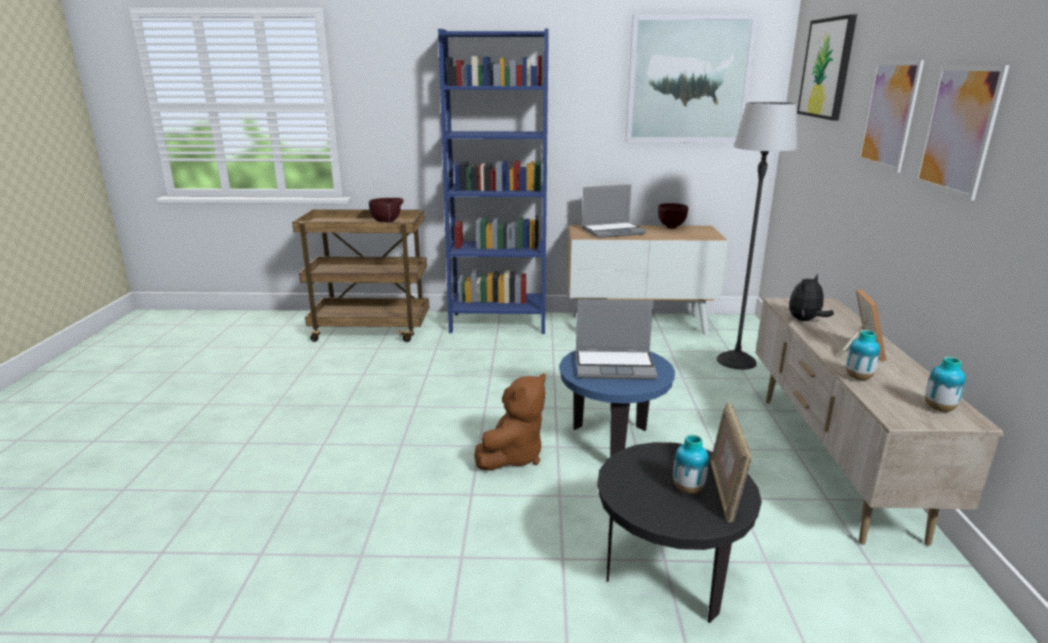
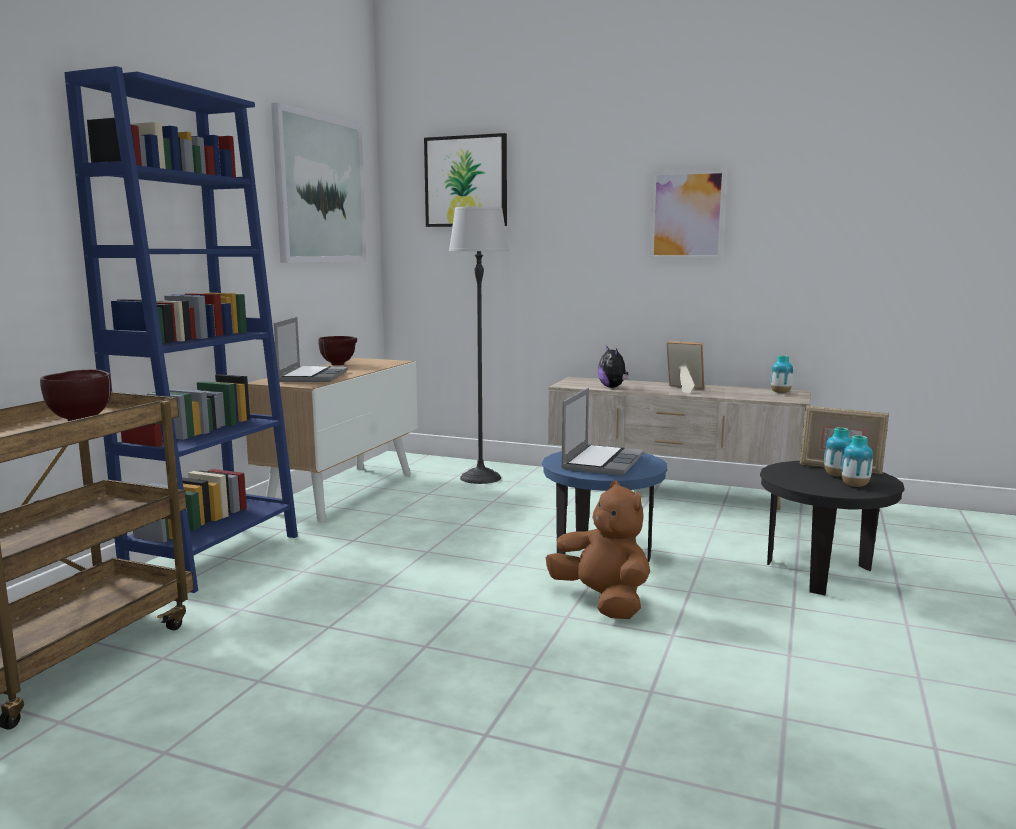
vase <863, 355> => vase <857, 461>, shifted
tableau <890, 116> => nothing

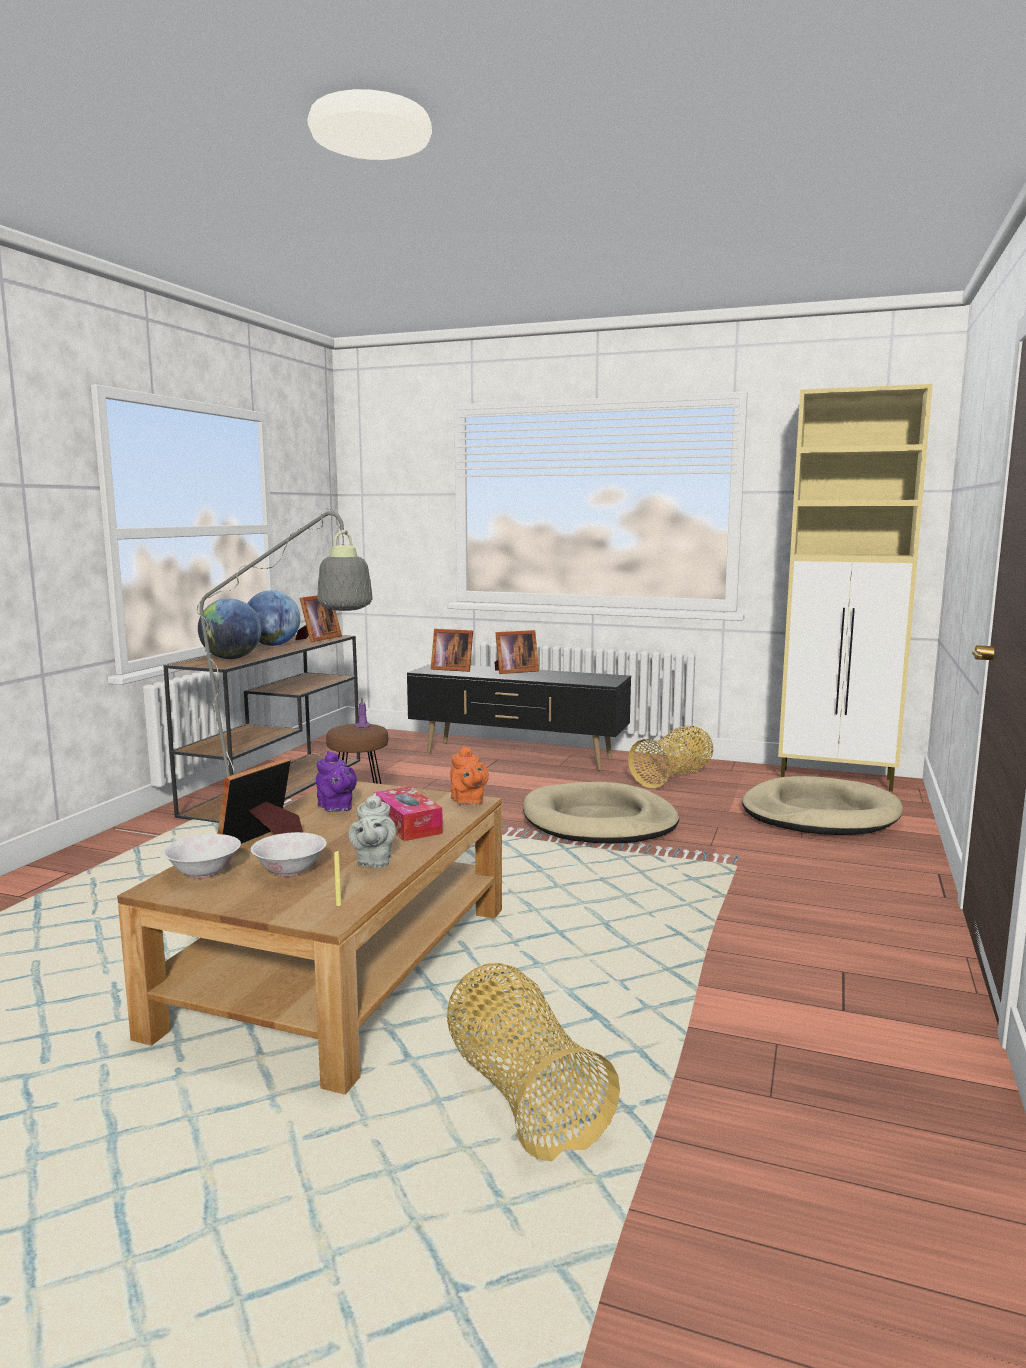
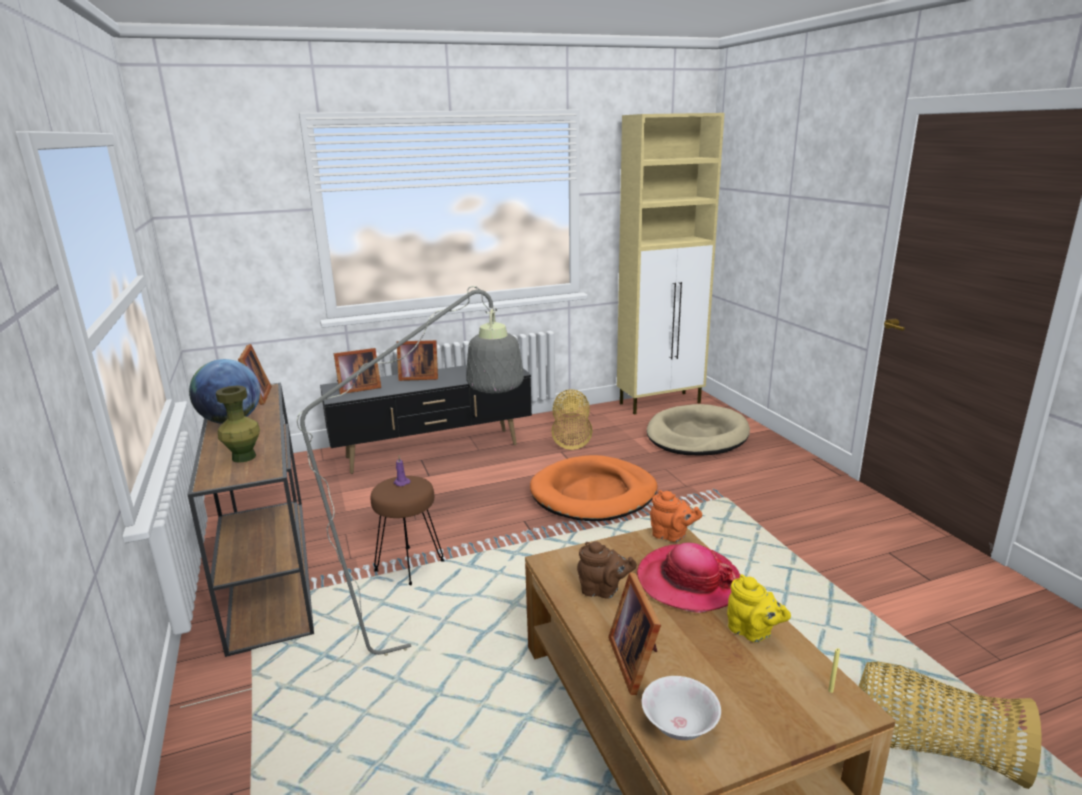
globe <229, 628> => vase/vert <238, 424>
bol/blanc <289, 854> => nothing
théière/violet <336, 781> => théière/marron <607, 569>
théière/gris <372, 830> => théière/jaune <759, 608>
boîte à mouchoirs <408, 814> => chapeau <688, 578>
cadre photo <516, 652> => cadre photo <417, 360>, 60 degrees clockwise
panier pour chien/beige <601, 813> => panier pour chien/orange <594, 488>

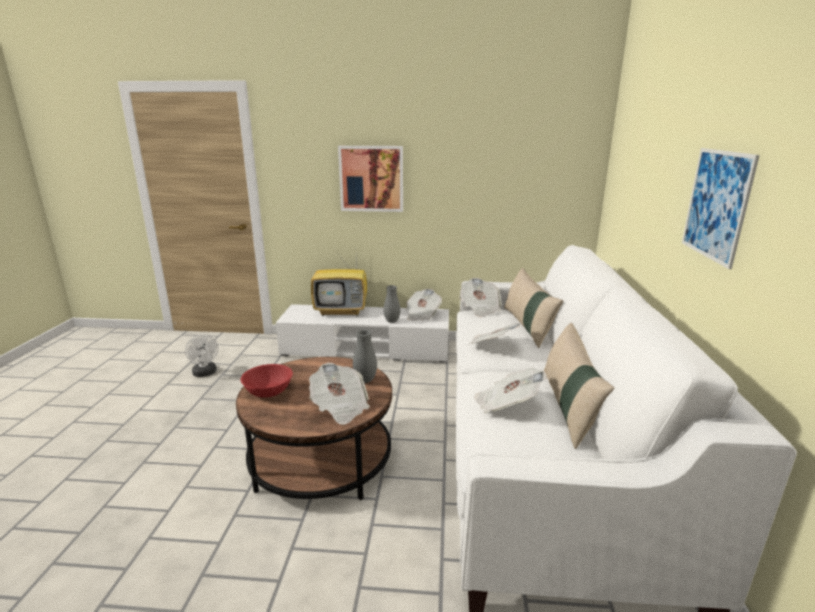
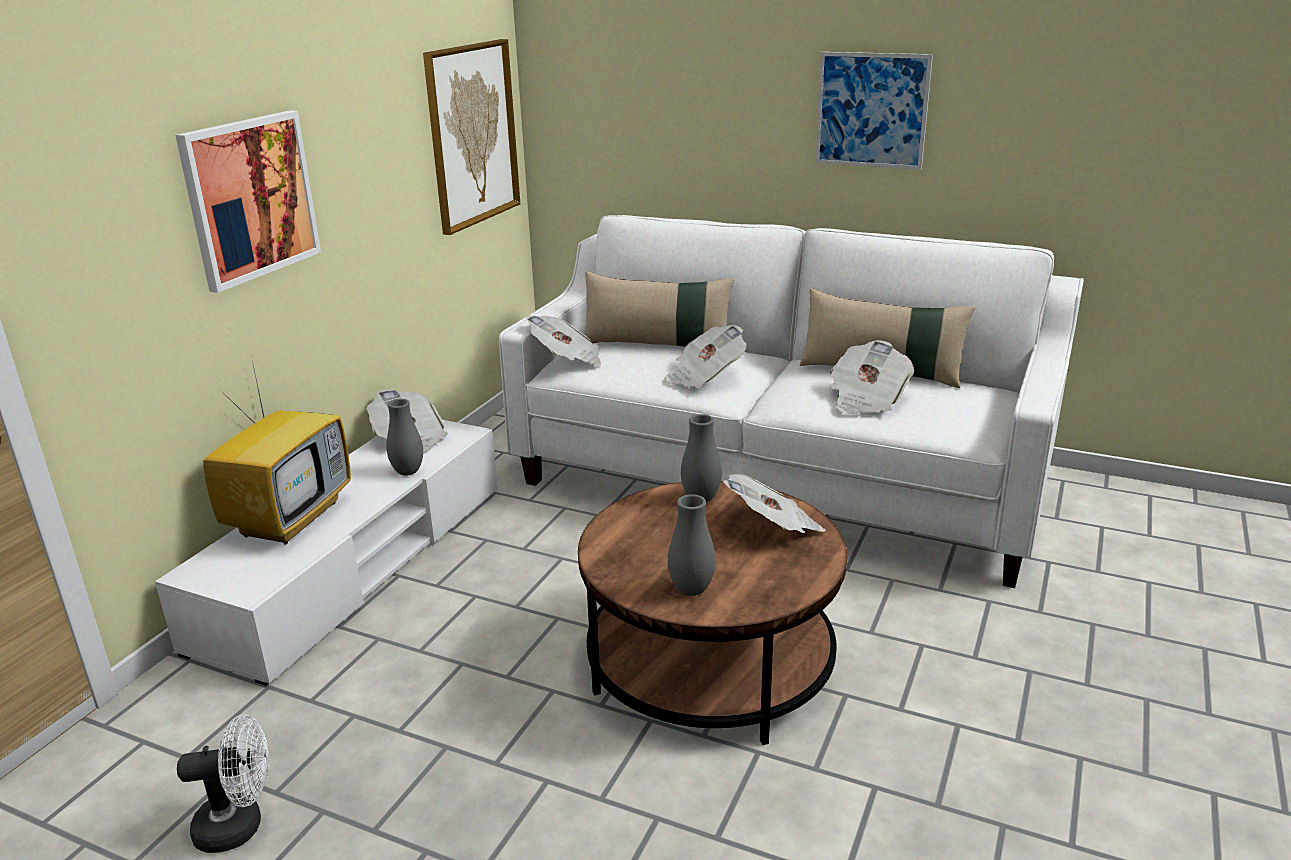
bol/rouge <266, 381> => vase/gris <692, 545>
nothing => tableau <471, 137>

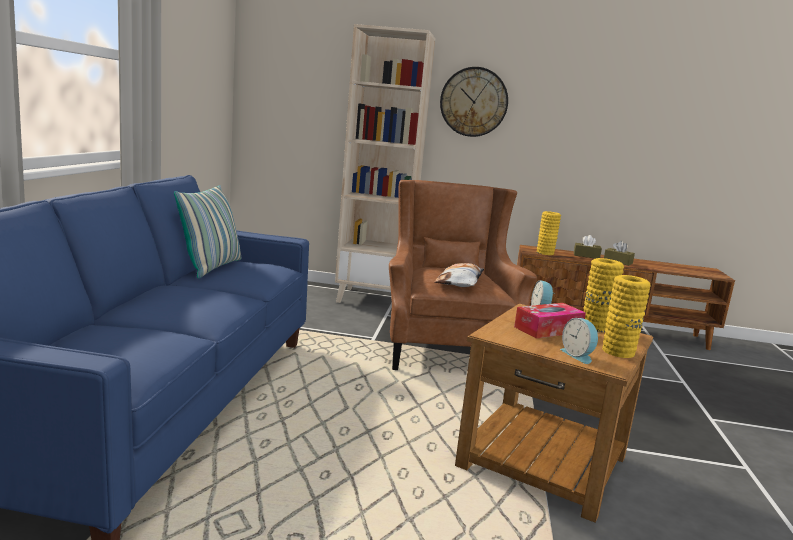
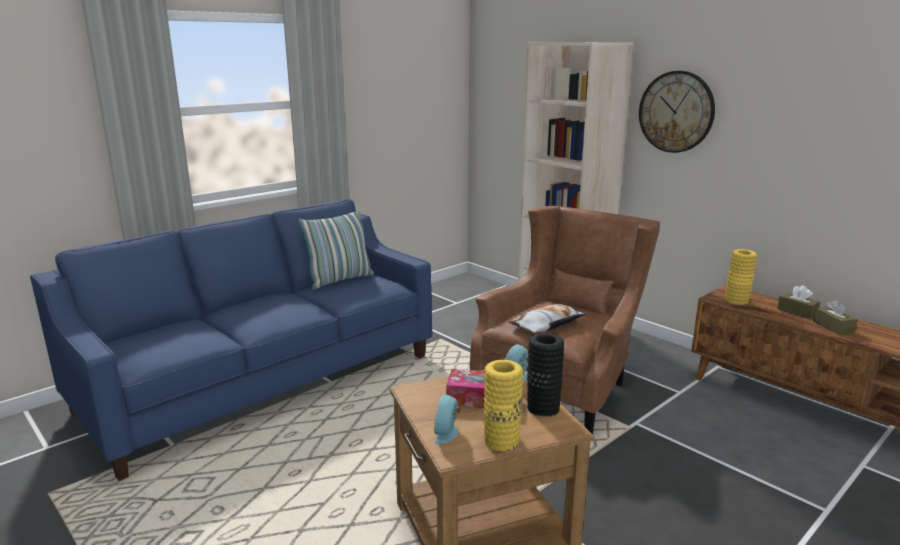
vase/jaune <604, 295> => vase/noir <545, 375>

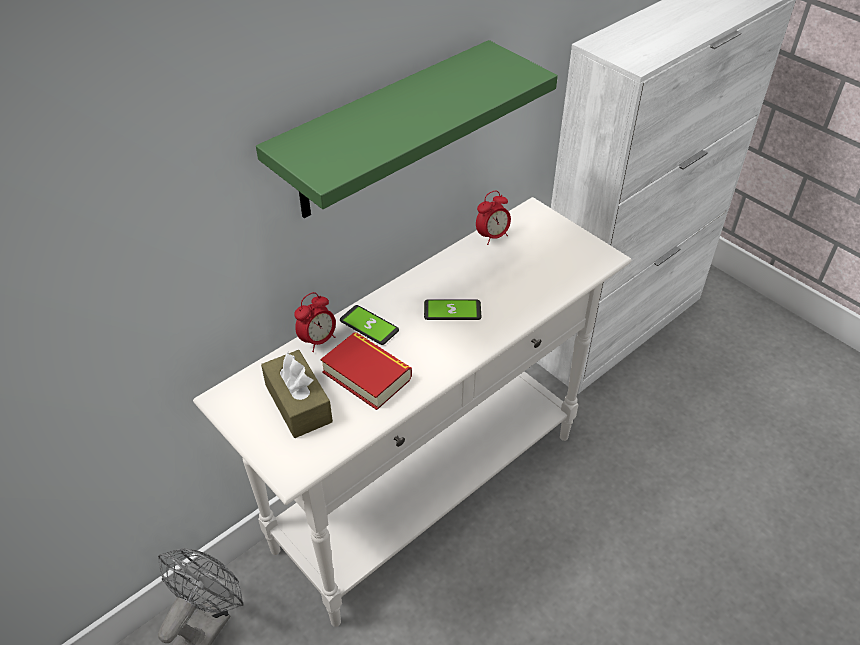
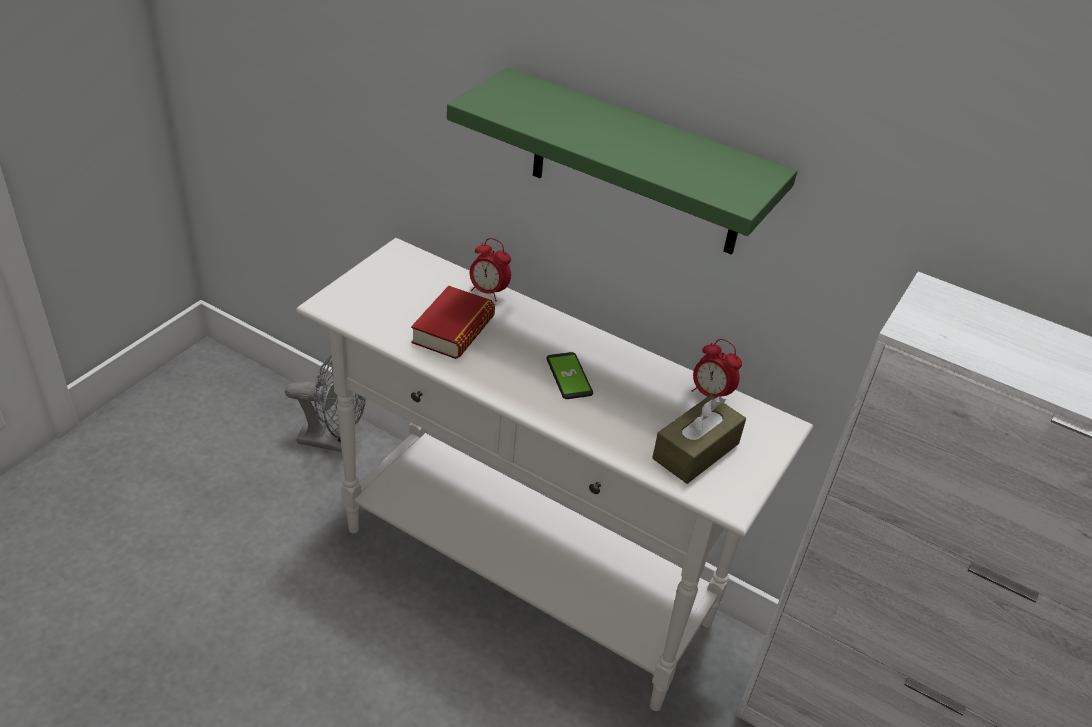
boîte à mouchoirs/marron <297, 394> => boîte à mouchoirs/marron <699, 439>, shifted
téléphone <369, 325> => nothing

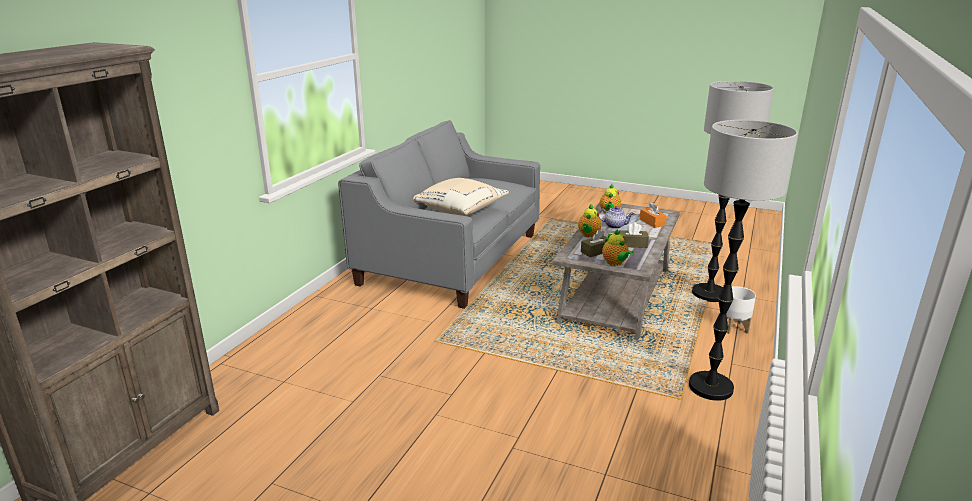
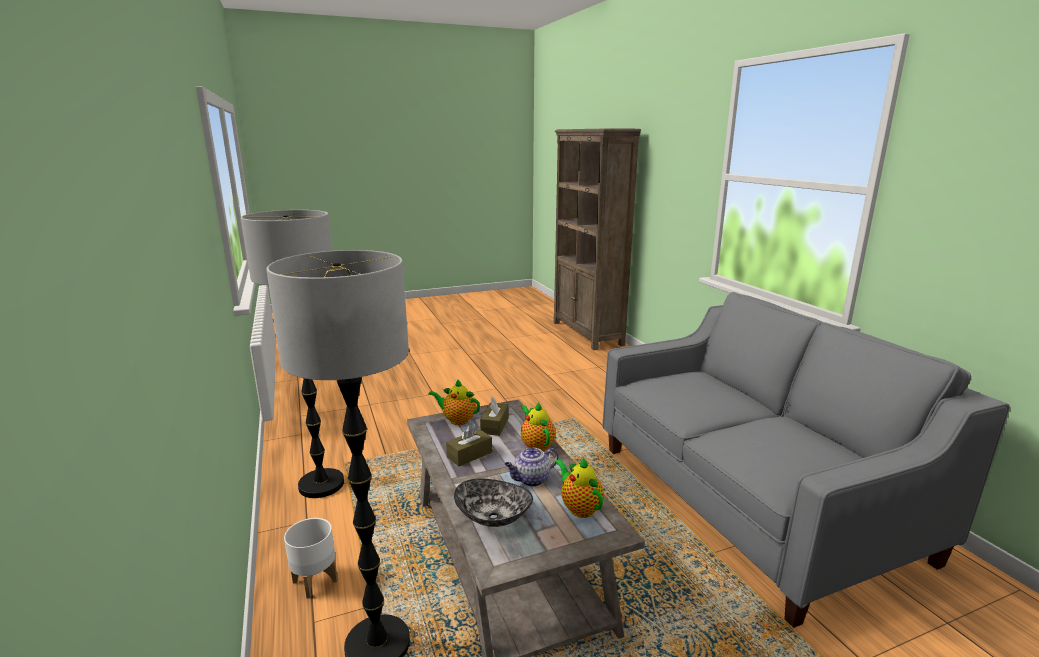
coussin/beige <461, 197> => nothing
boîte à mouchoirs/orange <653, 215> => bol <493, 503>

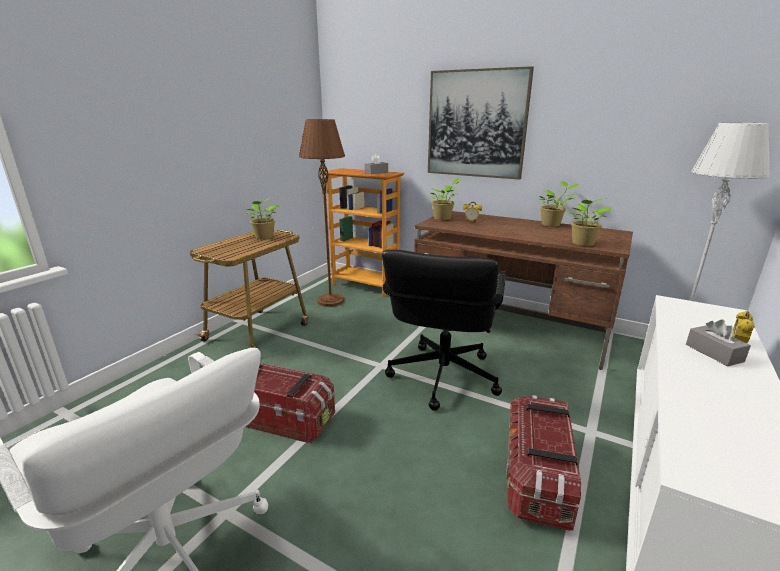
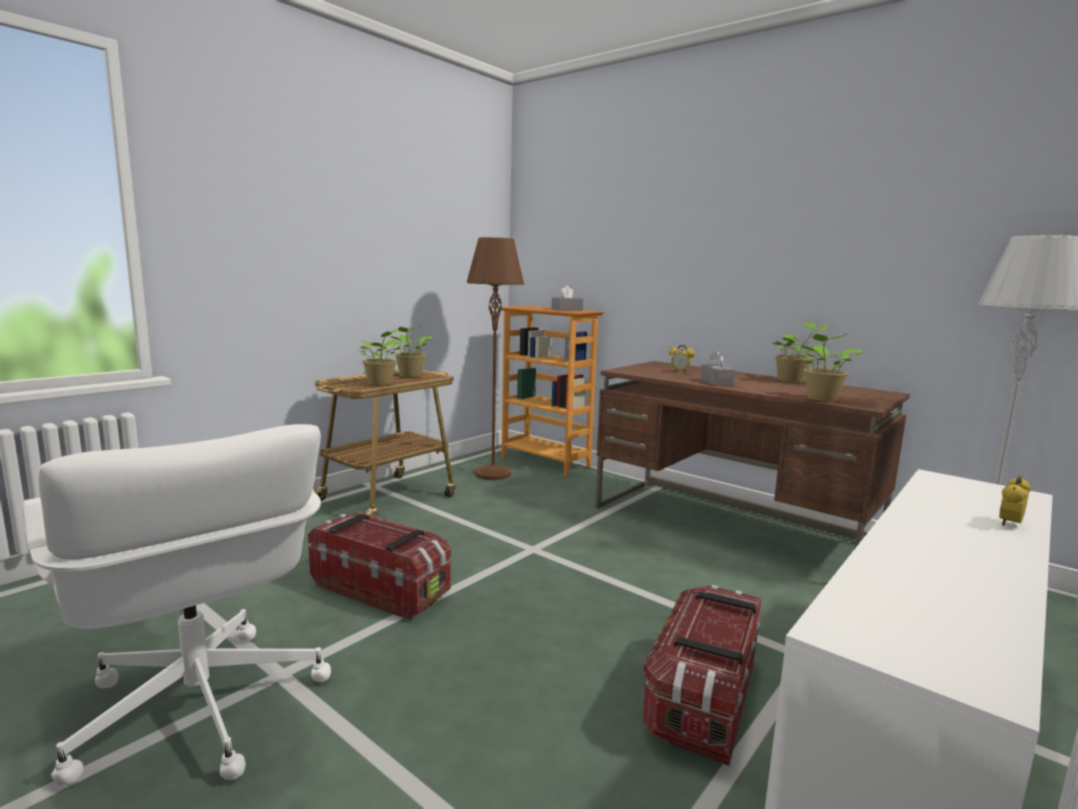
chaise de bureau/noir <444, 330> => nothing
tableau <481, 123> => nothing
plante en pot <445, 199> => plante en pot <379, 357>, shifted
boîte à mouchoirs/gris <718, 342> => boîte à mouchoirs/gris <717, 368>, shifted

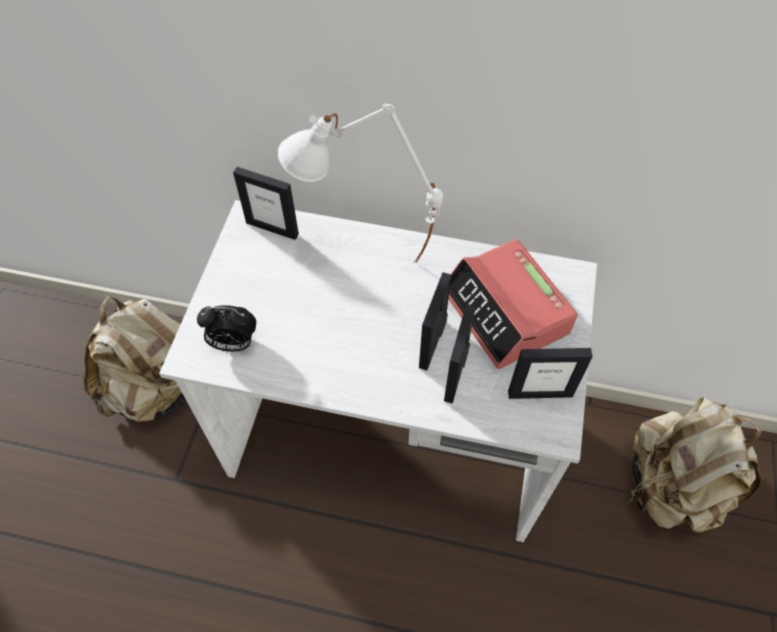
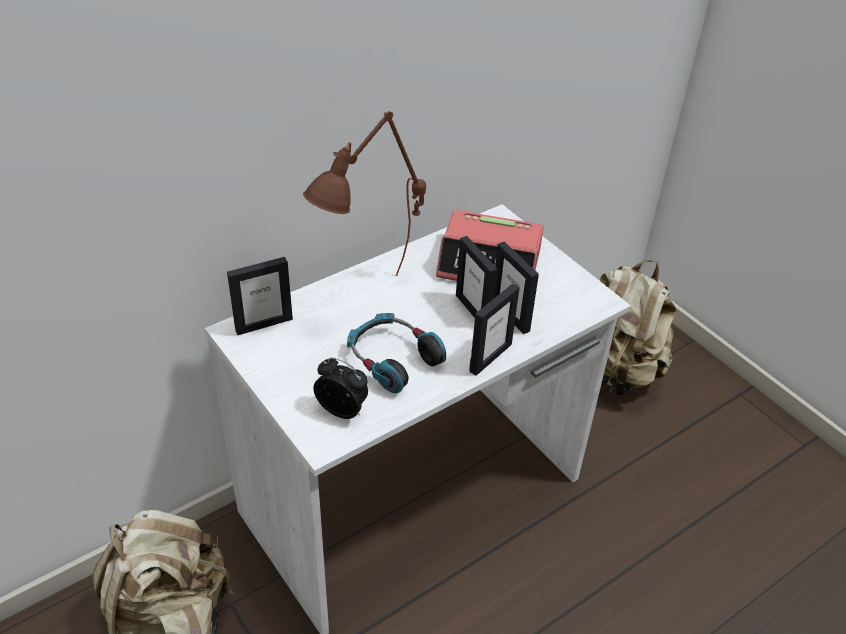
réveil <226, 328> => réveil <340, 388>, 105 degrees counterclockwise
lampe de table/blanc <360, 183> => lampe de table/marron <364, 193>
cadre photo <550, 373> => cadre photo <494, 329>, shifted
nothing => casque audio <396, 353>

